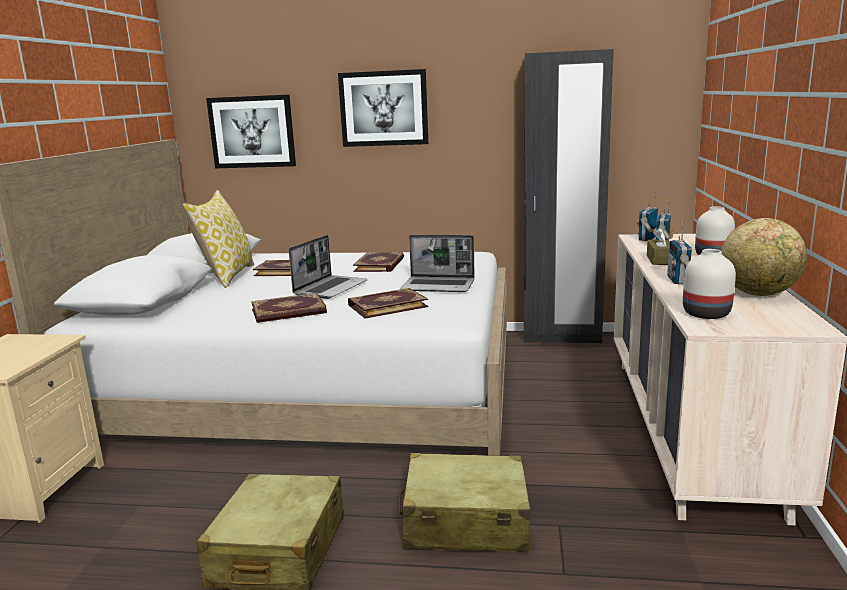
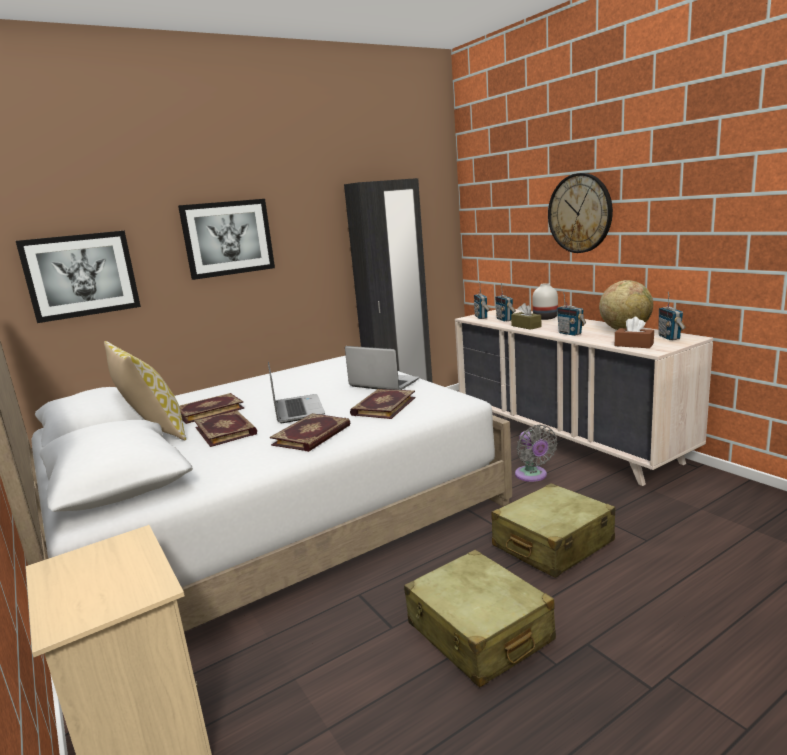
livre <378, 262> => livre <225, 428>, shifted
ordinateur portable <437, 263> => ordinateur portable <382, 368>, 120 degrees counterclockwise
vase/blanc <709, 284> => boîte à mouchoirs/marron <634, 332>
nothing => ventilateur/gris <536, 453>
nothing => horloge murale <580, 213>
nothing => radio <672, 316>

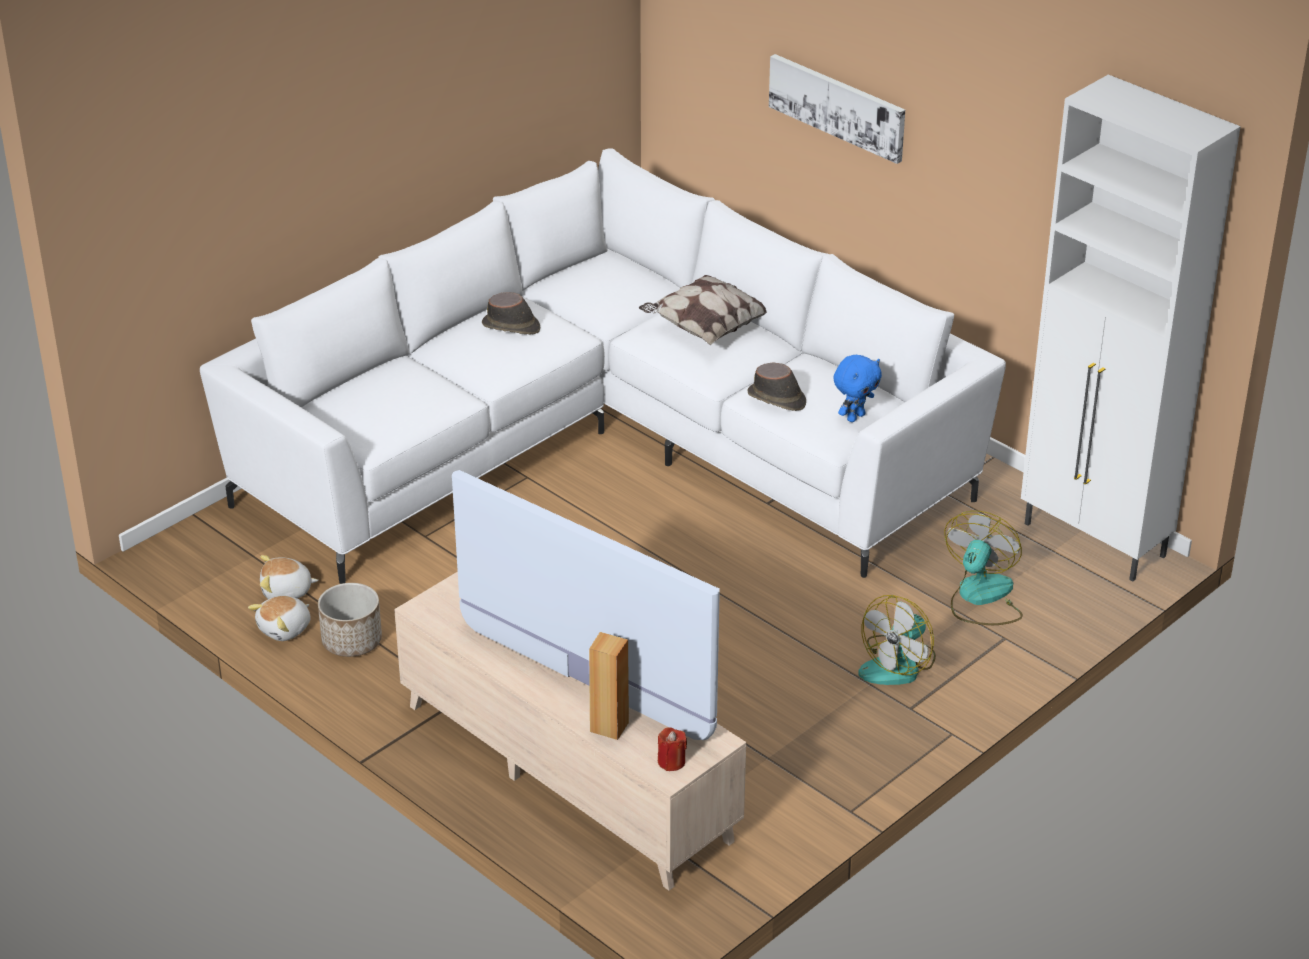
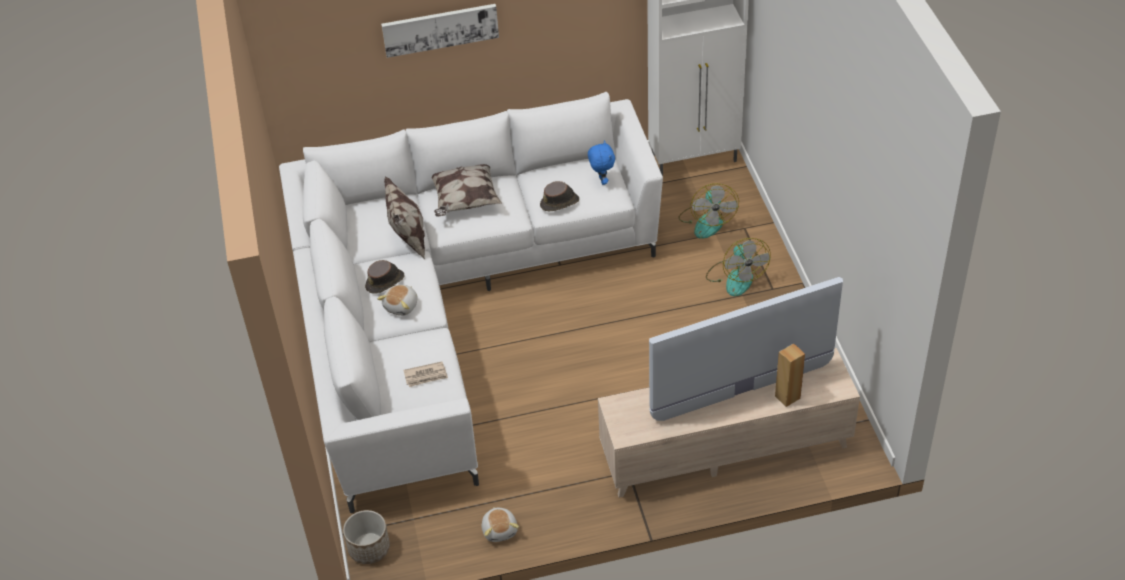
peluche <289, 577> => peluche <397, 300>, shifted
cache-pot <350, 620> => cache-pot <366, 537>, shifted
bougie/rouge <672, 749> => nothing
ventilateur <983, 567> => ventilateur <708, 211>, 150 degrees counterclockwise
nothing => coussin <404, 217>
nothing => journal <425, 374>

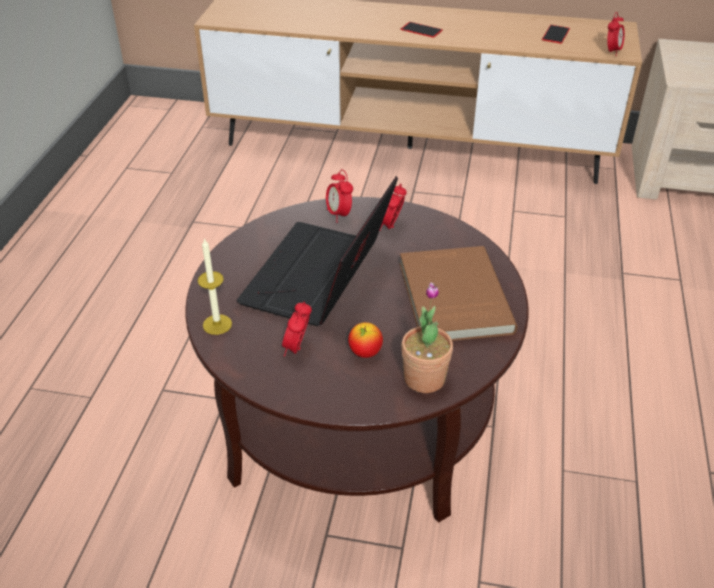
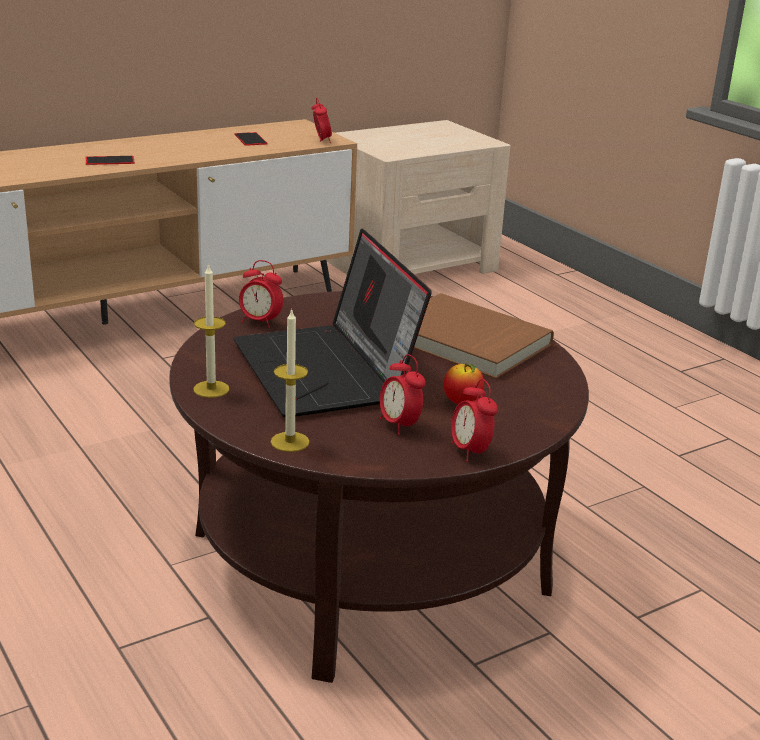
réveil <393, 207> => réveil <474, 420>, shifted
plante en pot <427, 337> => nothing
nothing => bougie <211, 330>

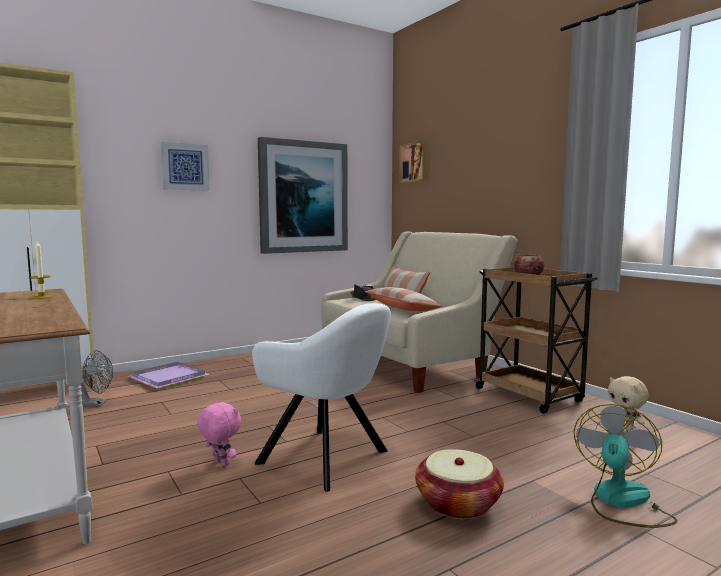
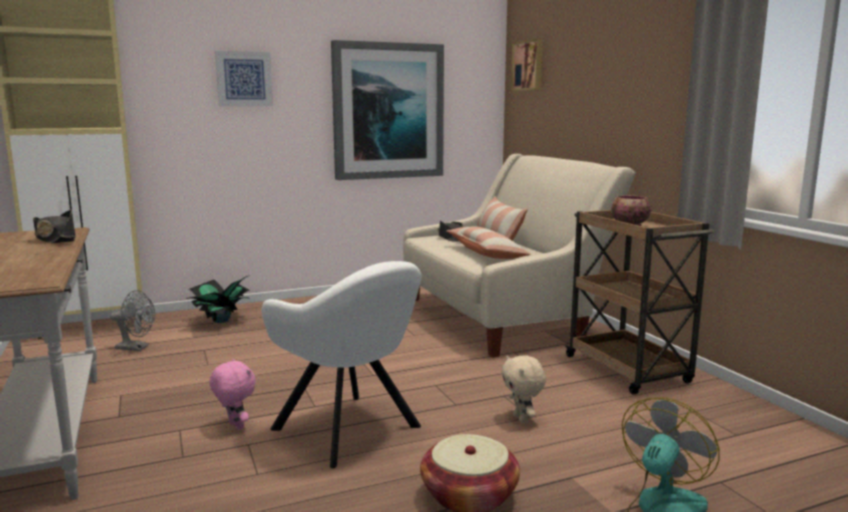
bougie <42, 269> => chapeau/noir <54, 227>
plateau/violet <168, 375> => plante en pot <218, 299>
peluche/beige <628, 403> => peluche/beige <523, 389>, shifted

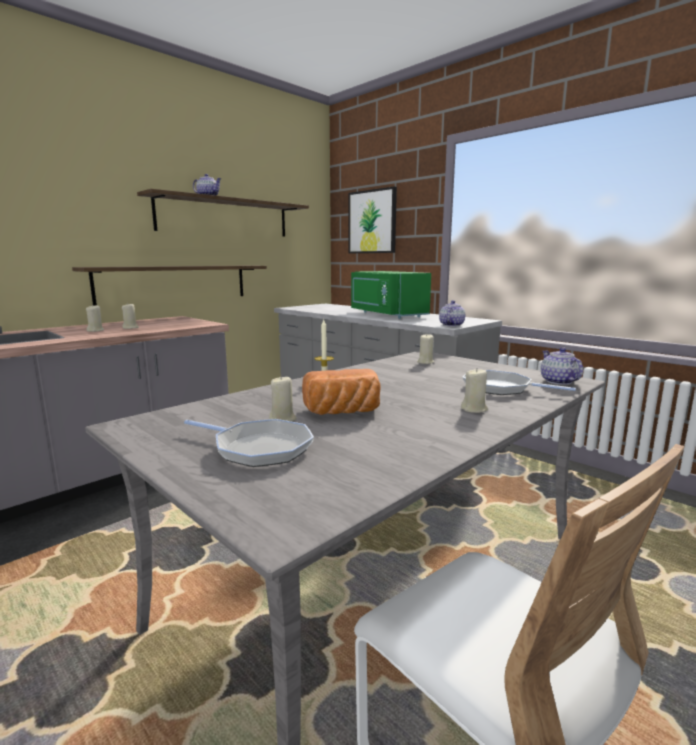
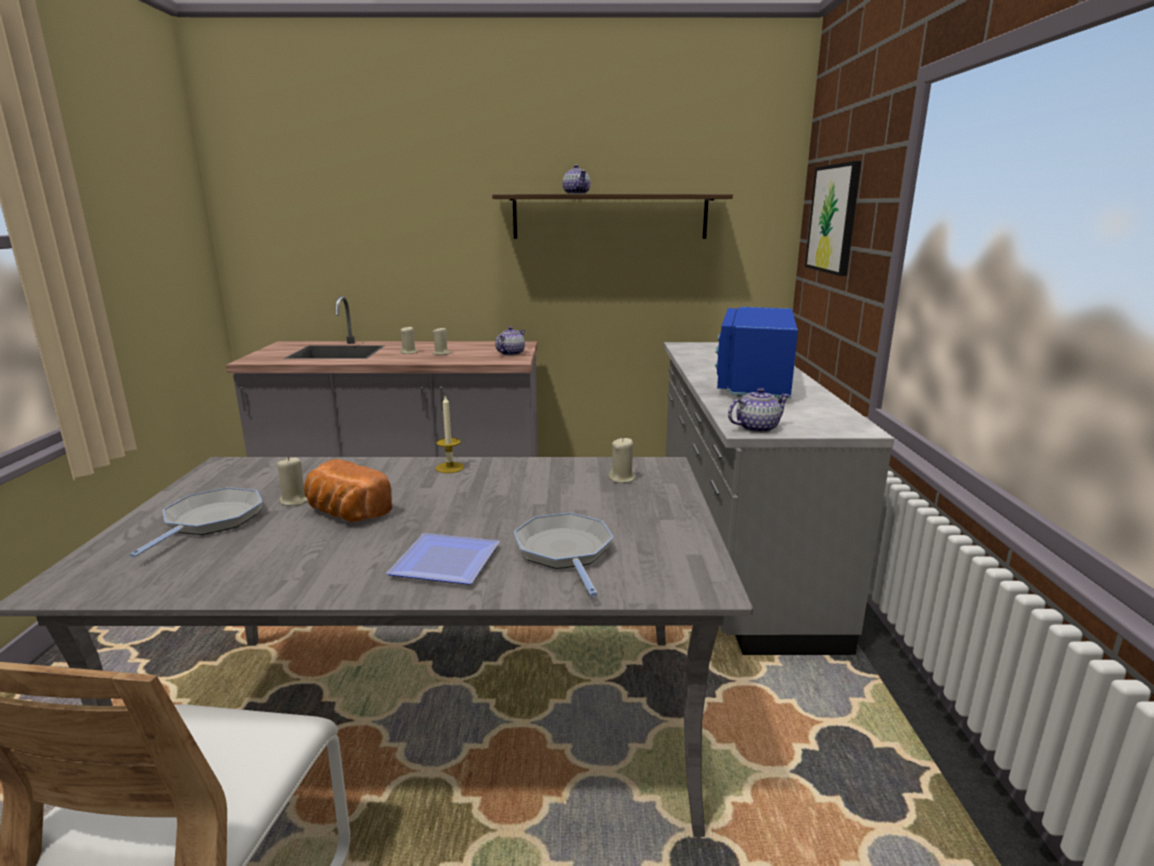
étagère <169, 285> => nothing
poêle <249, 443> => poêle <196, 522>, 150 degrees counterclockwise
micro-ondes/vert <391, 295> => micro-ondes/bleu <756, 353>
bougie/beige <474, 390> => assiette <443, 559>
théière <562, 366> => théière <510, 341>, shifted

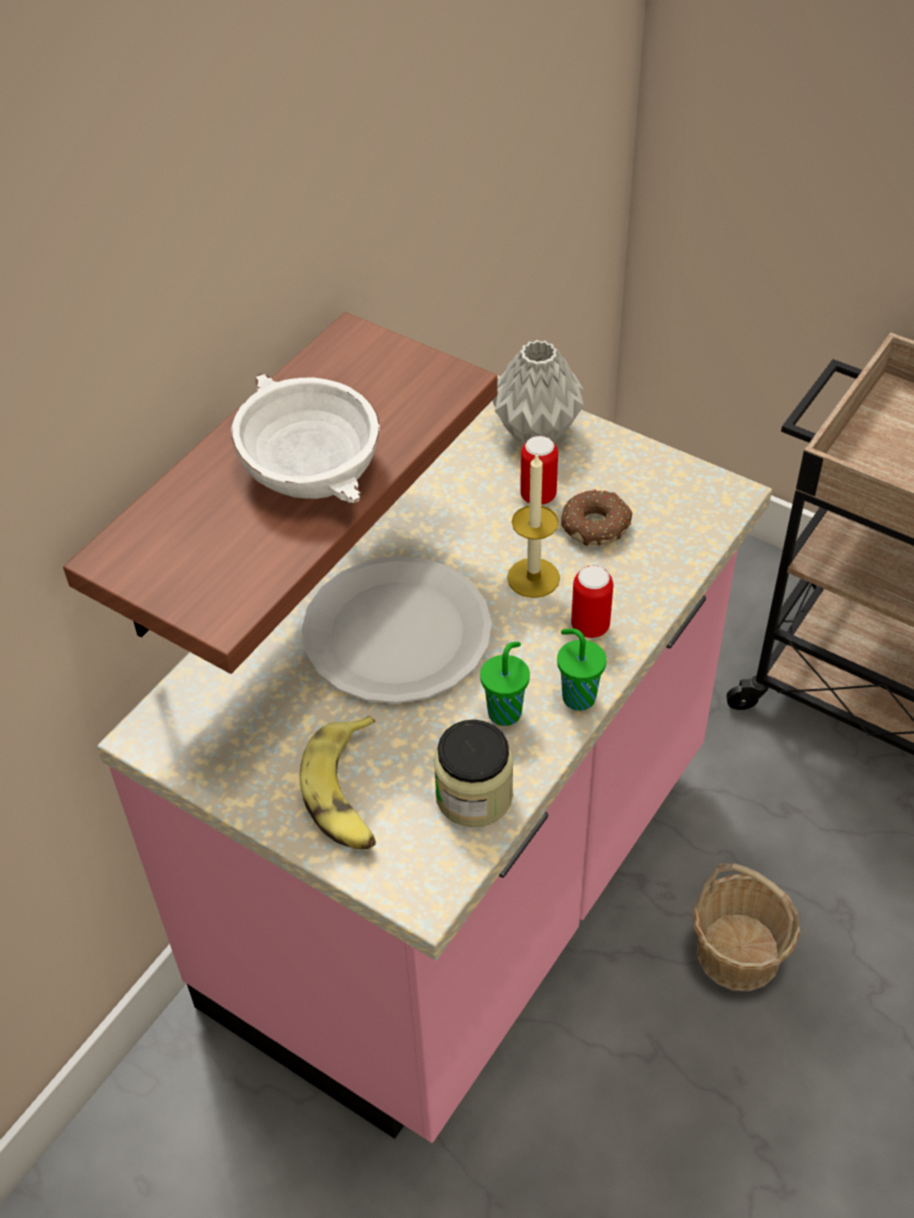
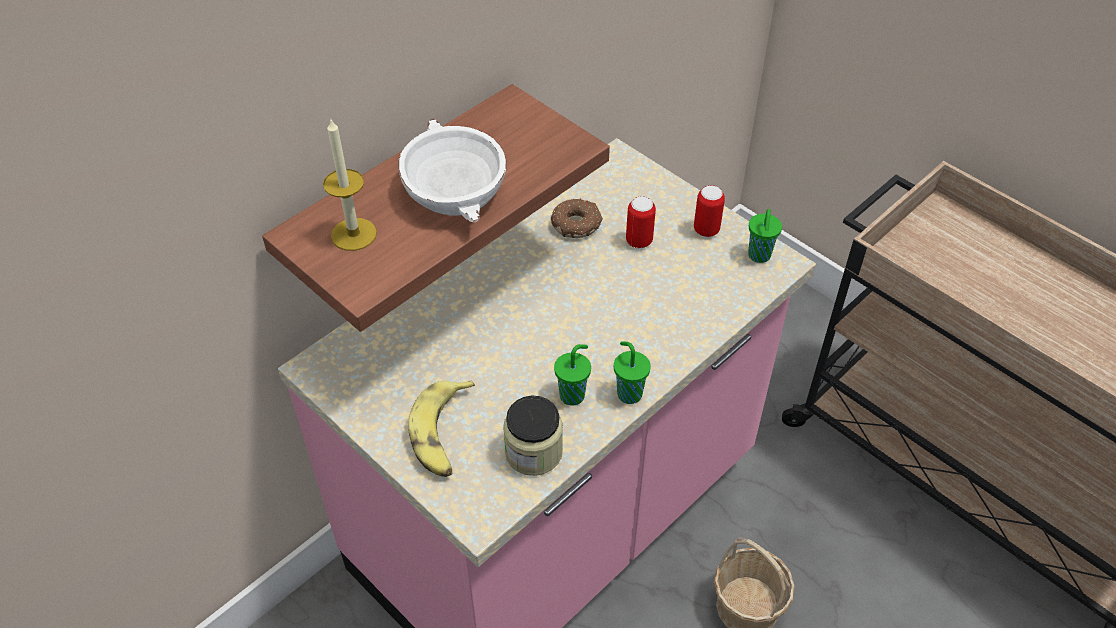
assiette/blanc <397, 630> => nothing
vase/gris <538, 392> => nothing
bougie <533, 525> => bougie <350, 184>, shifted
beignet <596, 517> => beignet <577, 218>, shifted
boîte métallique <592, 602> => boîte métallique <709, 211>, shifted
nothing => tasse/vert <765, 236>

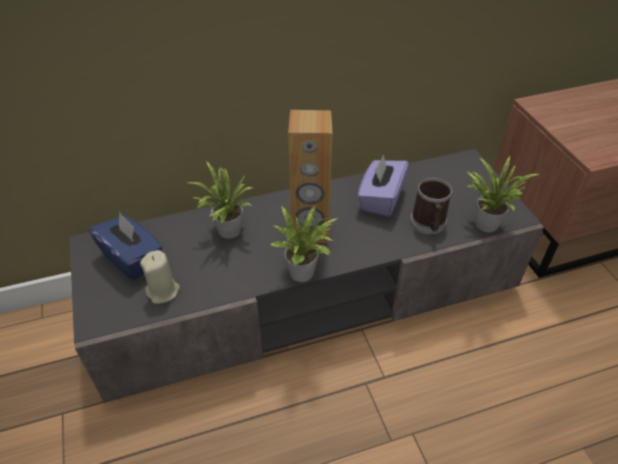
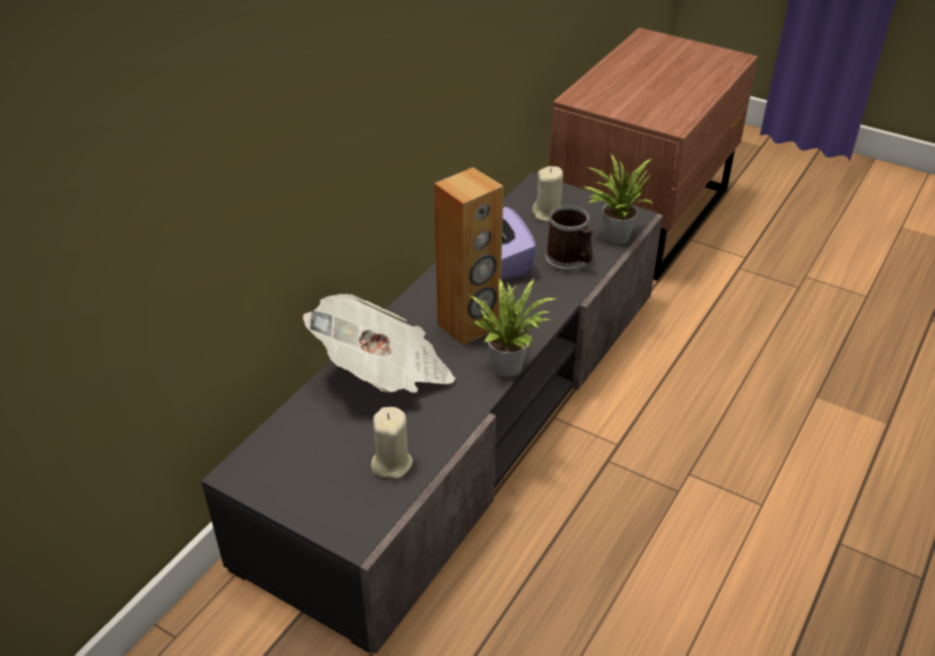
boîte à mouchoirs/bleu <125, 245> => nothing
plante en pot <220, 200> => journal <379, 343>
nothing => bougie/beige <547, 194>

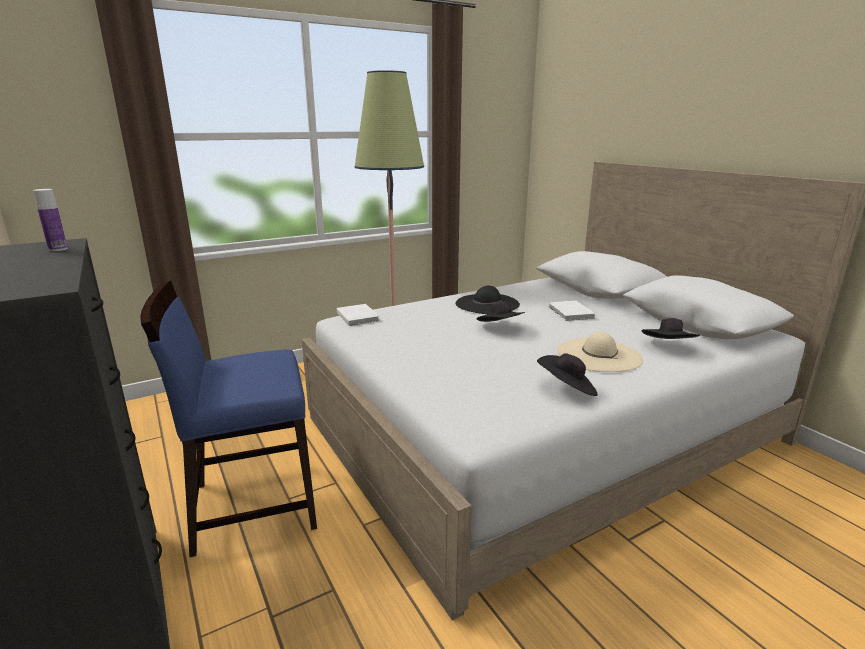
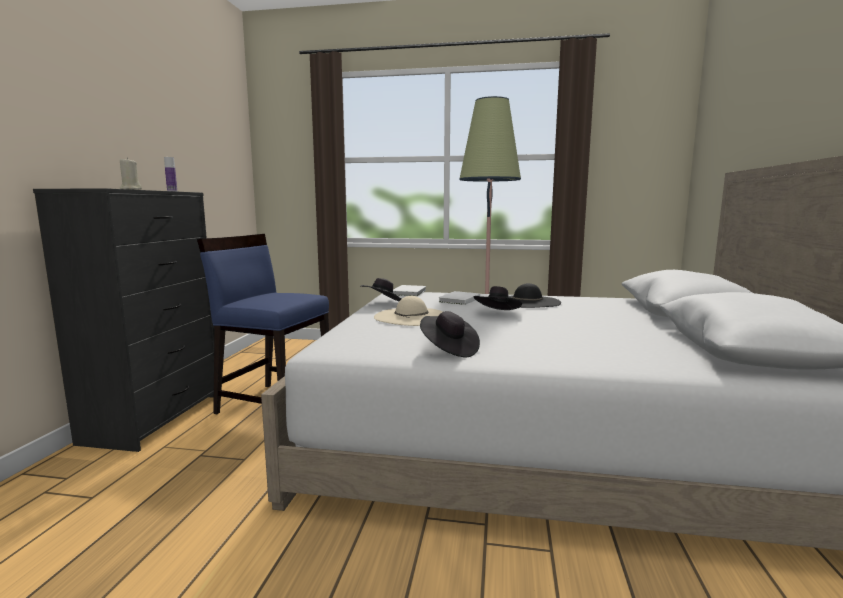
livre/blanc <572, 311> => livre/blanc <459, 298>, shifted
chapeau/beige <600, 352> => chapeau/beige <408, 311>, shifted
chapeau/noir <671, 328> => chapeau/noir <381, 289>, shifted
nothing => bougie/beige <131, 174>

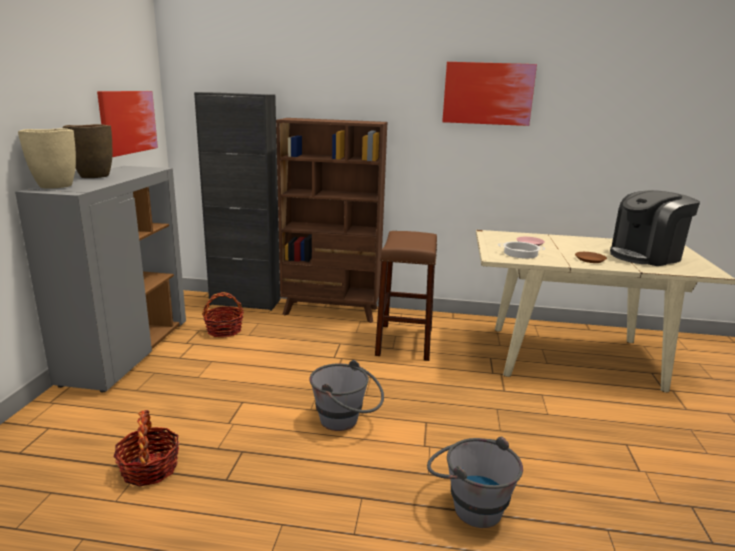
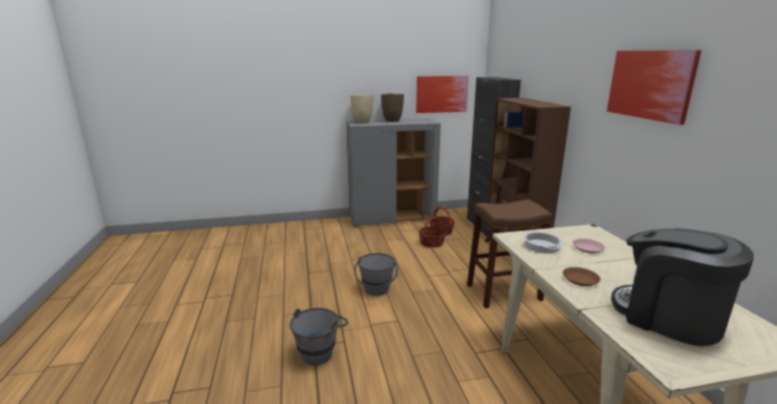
panier <146, 448> => panier <432, 232>, shifted

